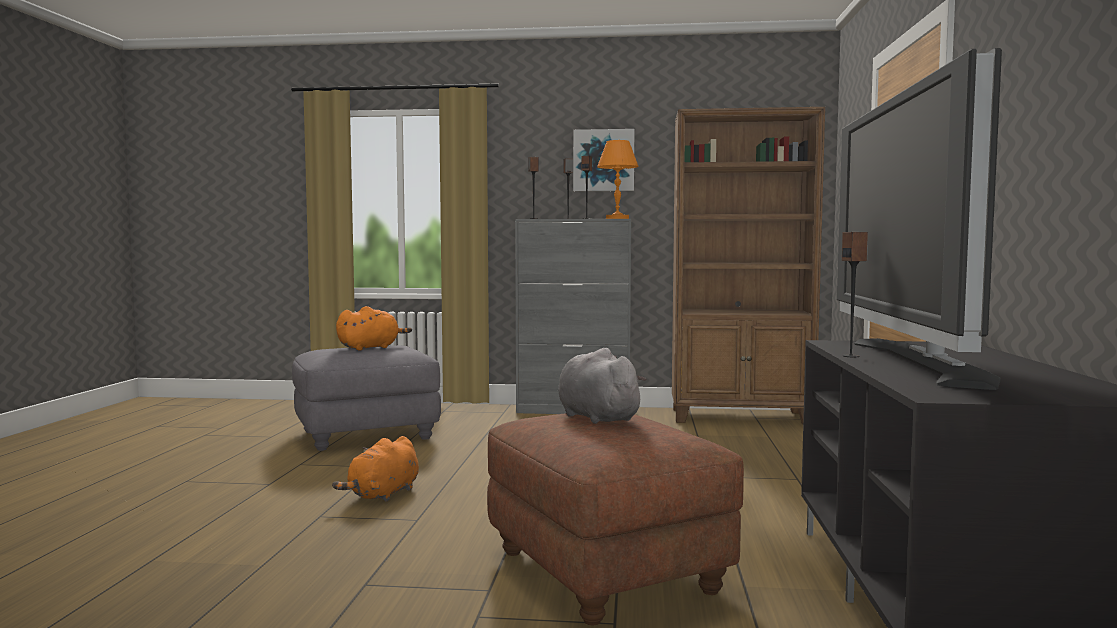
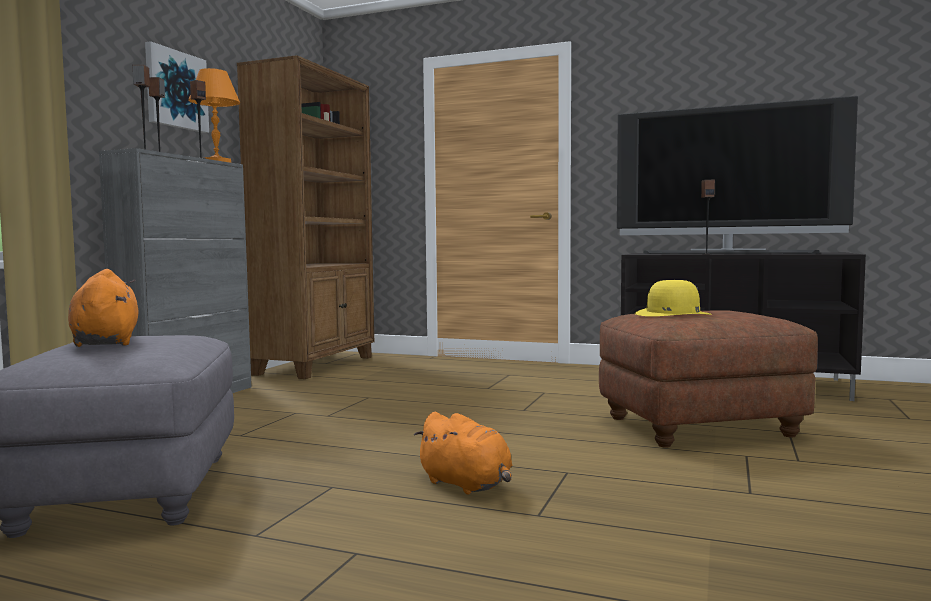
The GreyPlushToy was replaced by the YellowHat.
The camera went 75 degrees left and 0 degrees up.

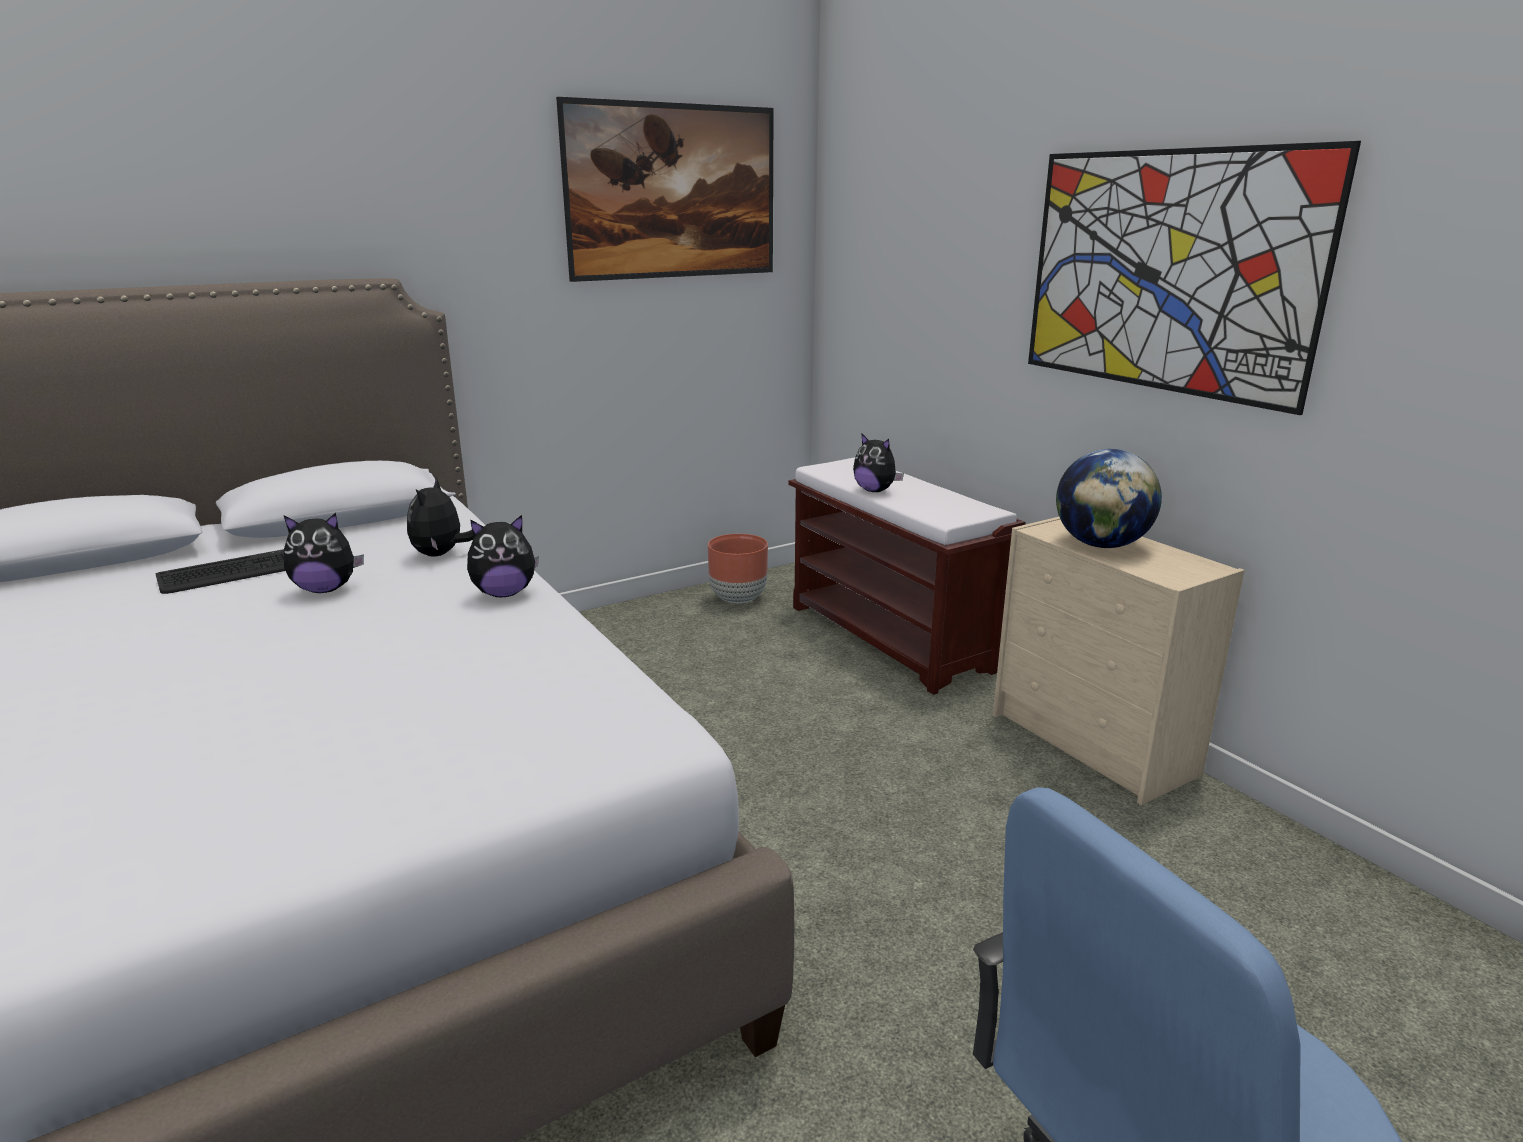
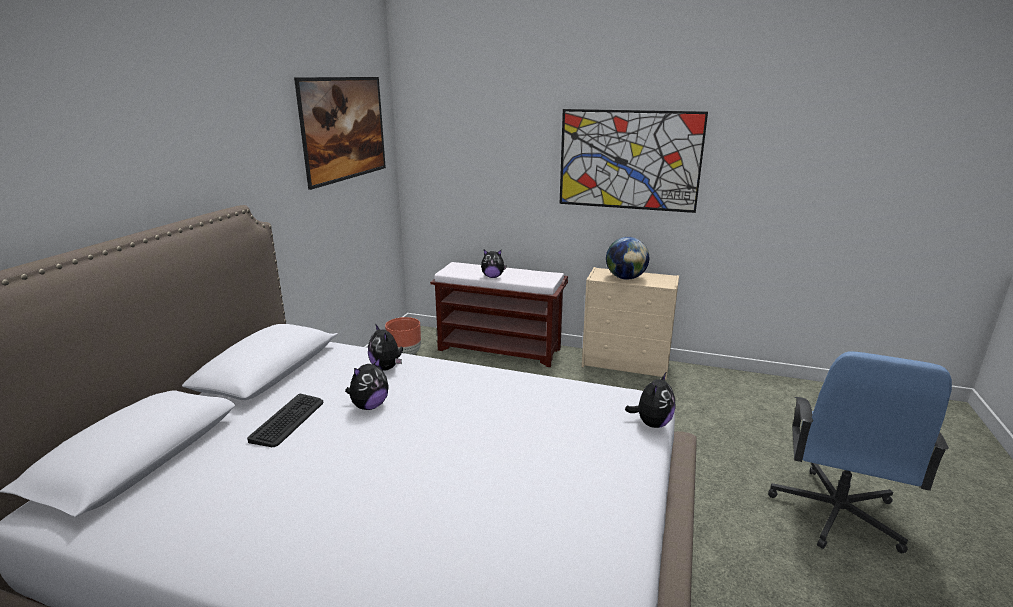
The PlushToy (no. 3 from left in the first image) moved.
The camera went 40 degrees left and 0 degrees up.

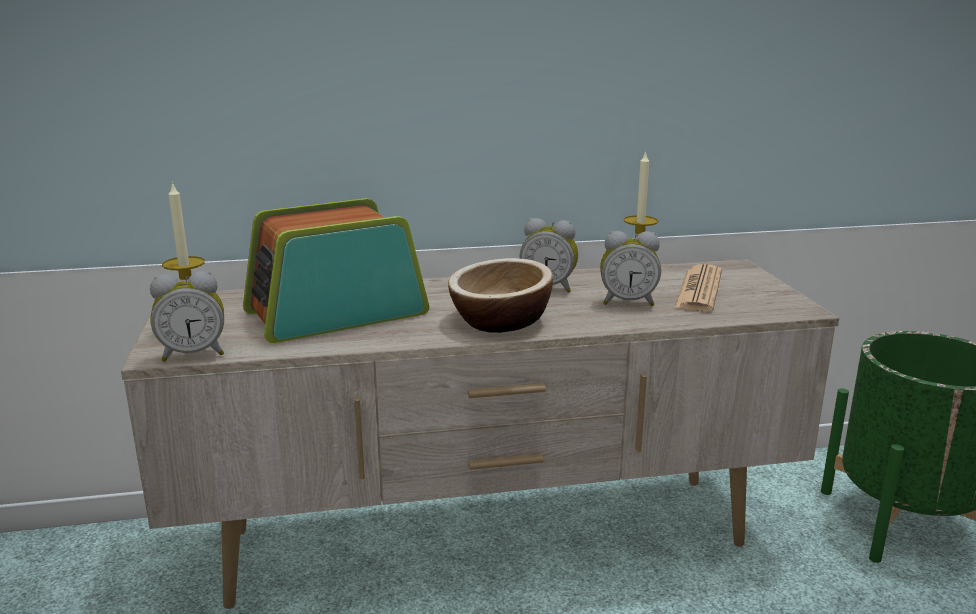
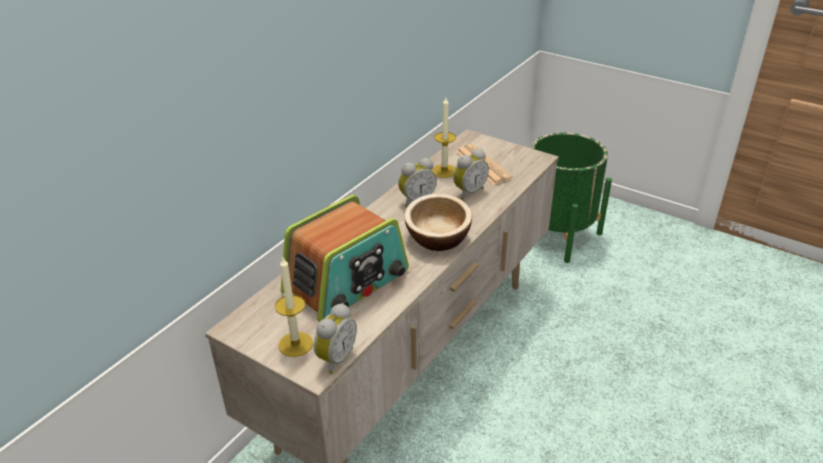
The Radio turned 150 degrees counterclockwise.
The camera went 45 degrees left and 15 degrees up.

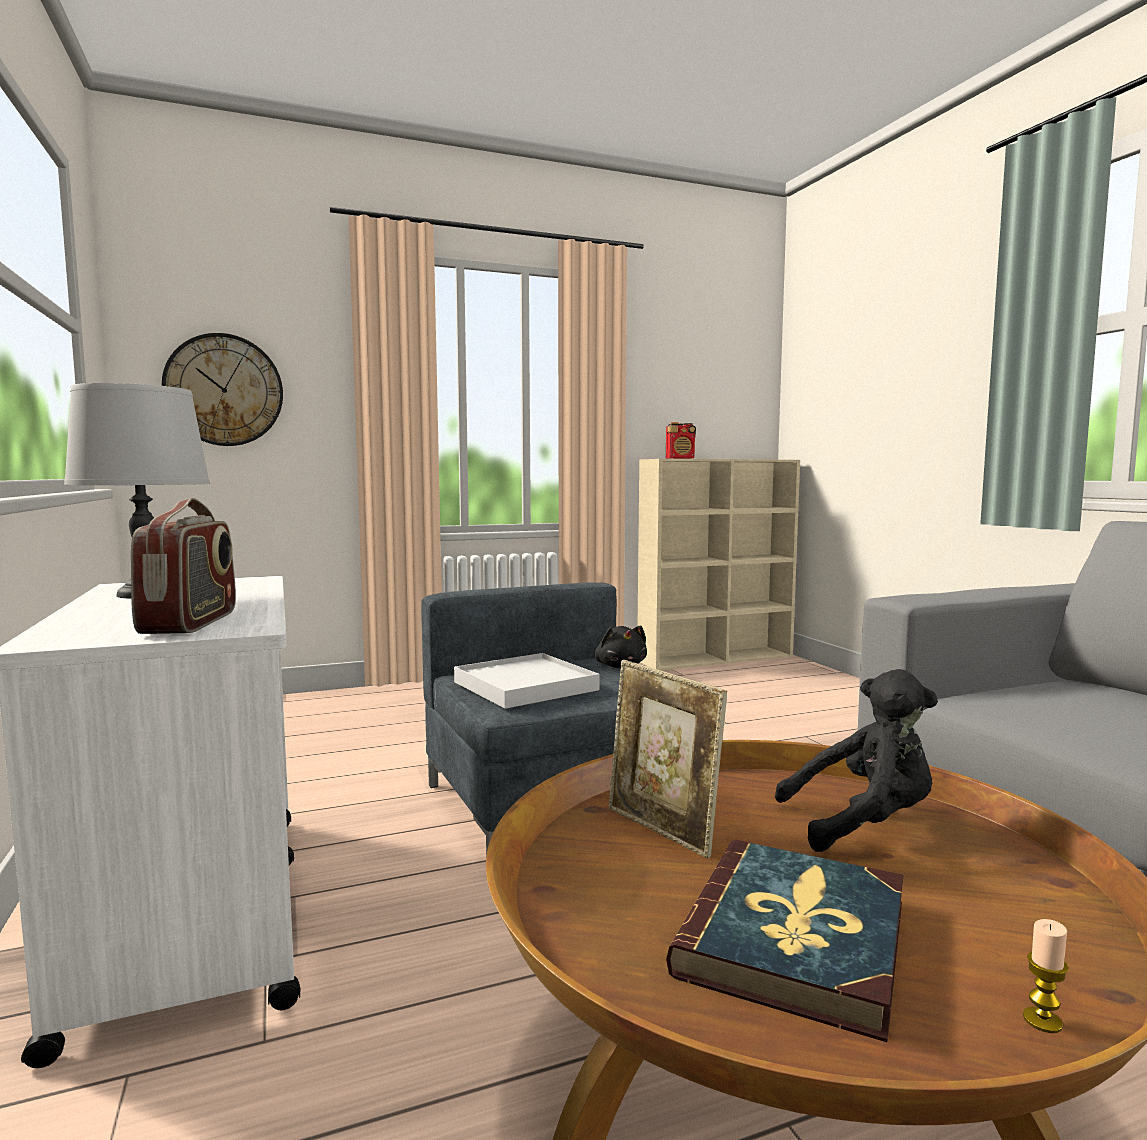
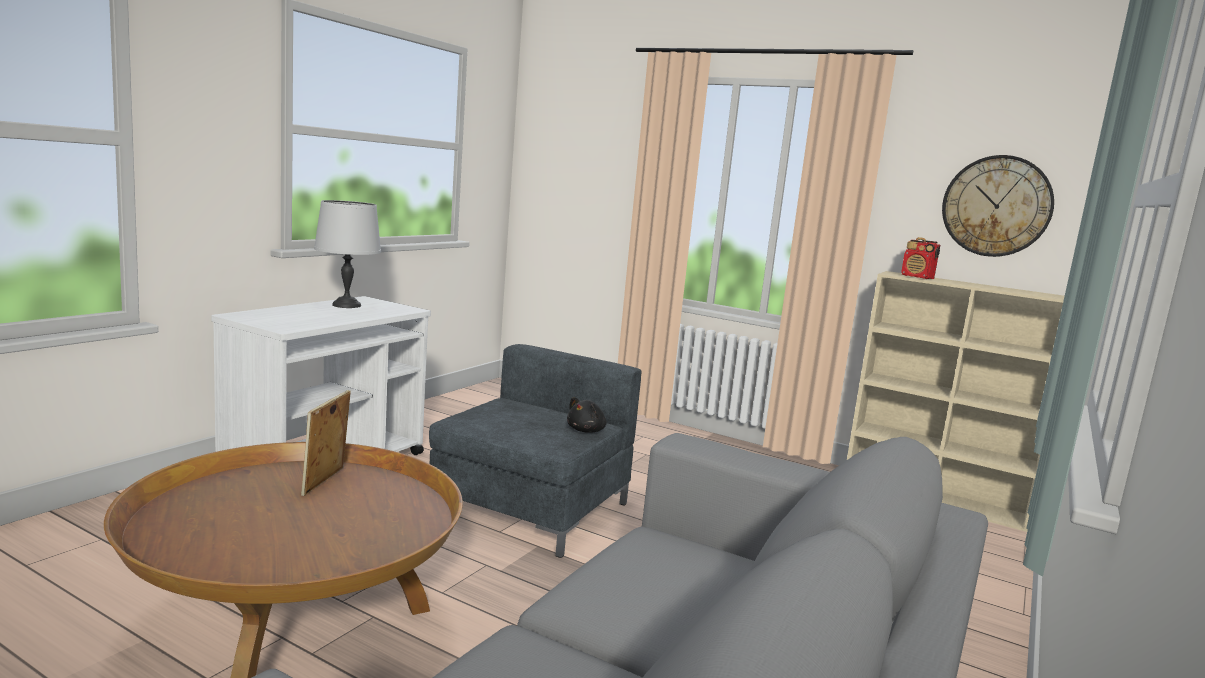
The Radio (no. 1 from left) disappeared.
The WhiteTray disappeared.
The Book disappeared.
The BlackPlushToy (no. 2 from left) disappeared.
The Candle disappeared.
The WallClock moved.
The camera went 50 degrees right and 5 degrees up.

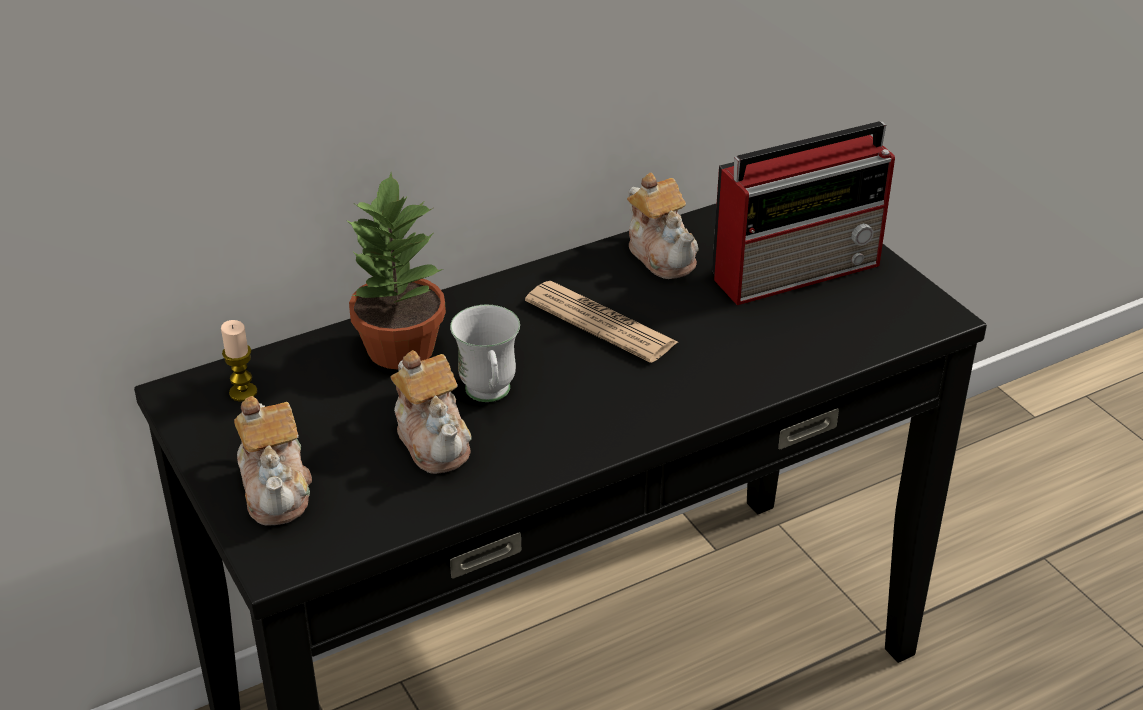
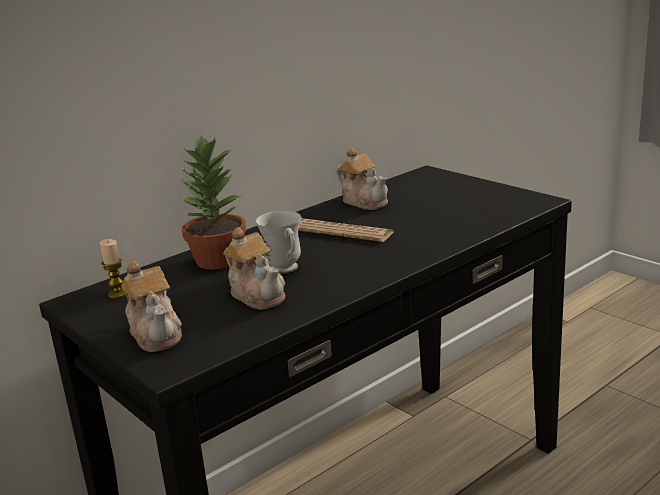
The Radio disappeared.
The camera went 10 degrees left and 15 degrees down.

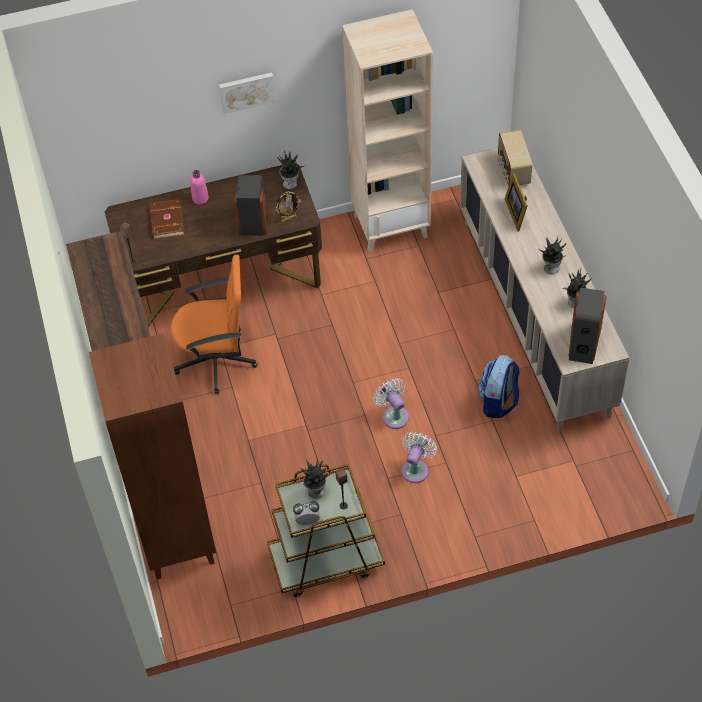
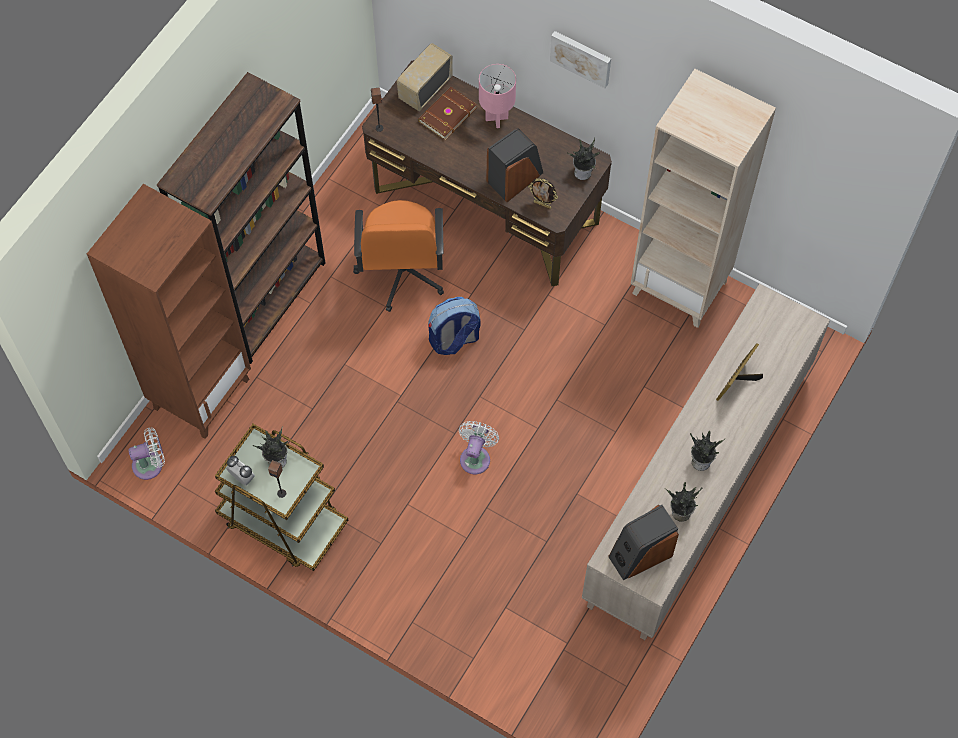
The WhiteFan (no. 2 from left in the first image) moved.
The Backpack moved.
The Radio moved.
The PinkBottle was replaced by the PinkTableLamp.
The OrangeOfficeChair turned 45 degrees clockwise.
The camera went 45 degrees right and 10 degrees up.

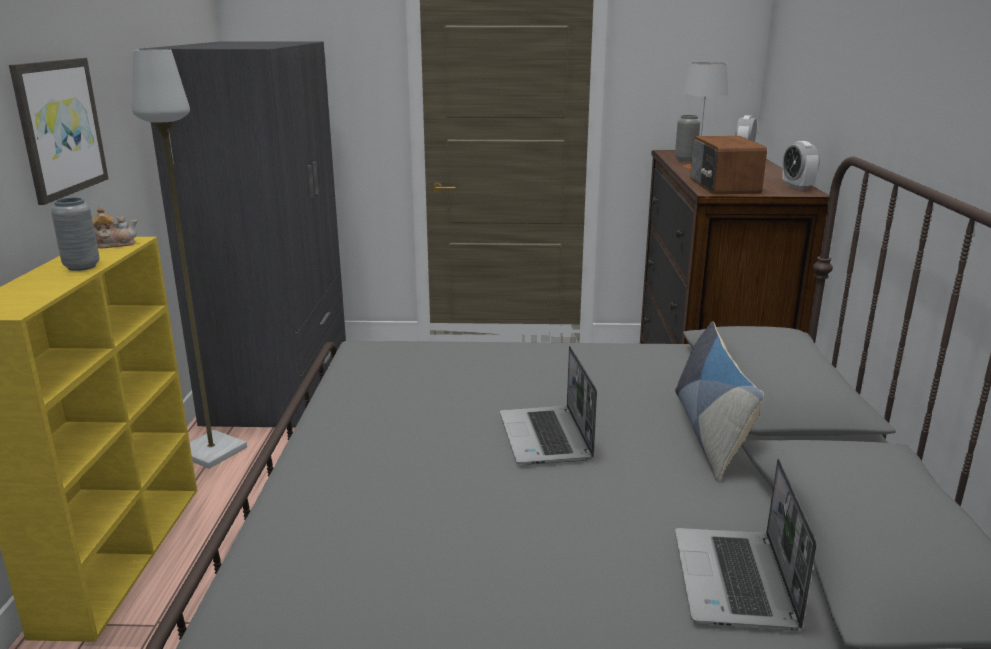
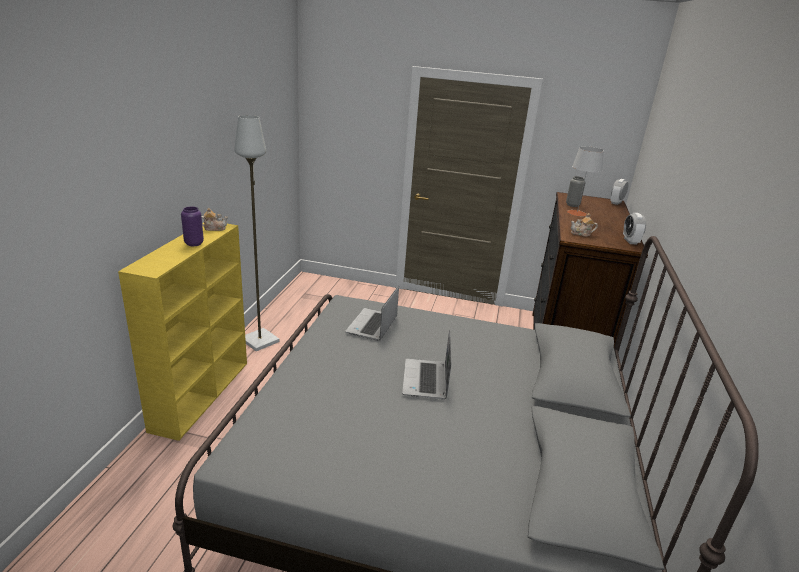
The Picture disappeared.
The GreyWardrobe disappeared.
The Pillow disappeared.
The Laptop (no. 2 from left in the first image) moved.
The Radio was replaced by the Teapot (no. 2 from left).
The GreyVase (no. 1 from left) became the PurpleVase.
The camera went 10 degrees right and 5 degrees up.

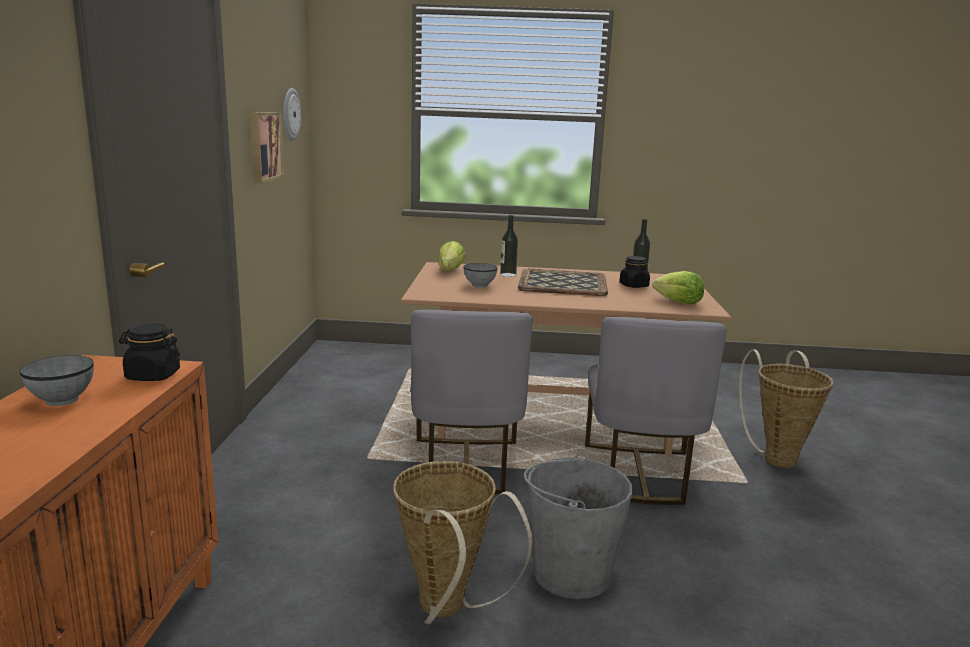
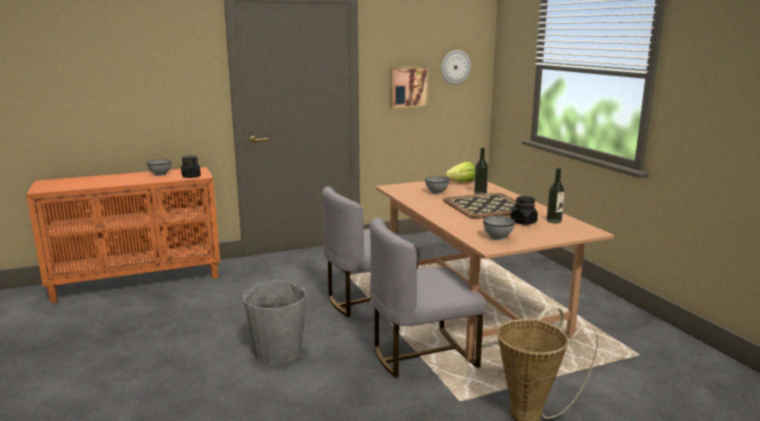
The Basket (no. 1 from left) disappeared.
The Lettuce (no. 2 from left) was replaced by the GreyBowl (no. 3 from left).
The camera went 65 degrees right and 0 degrees up.

